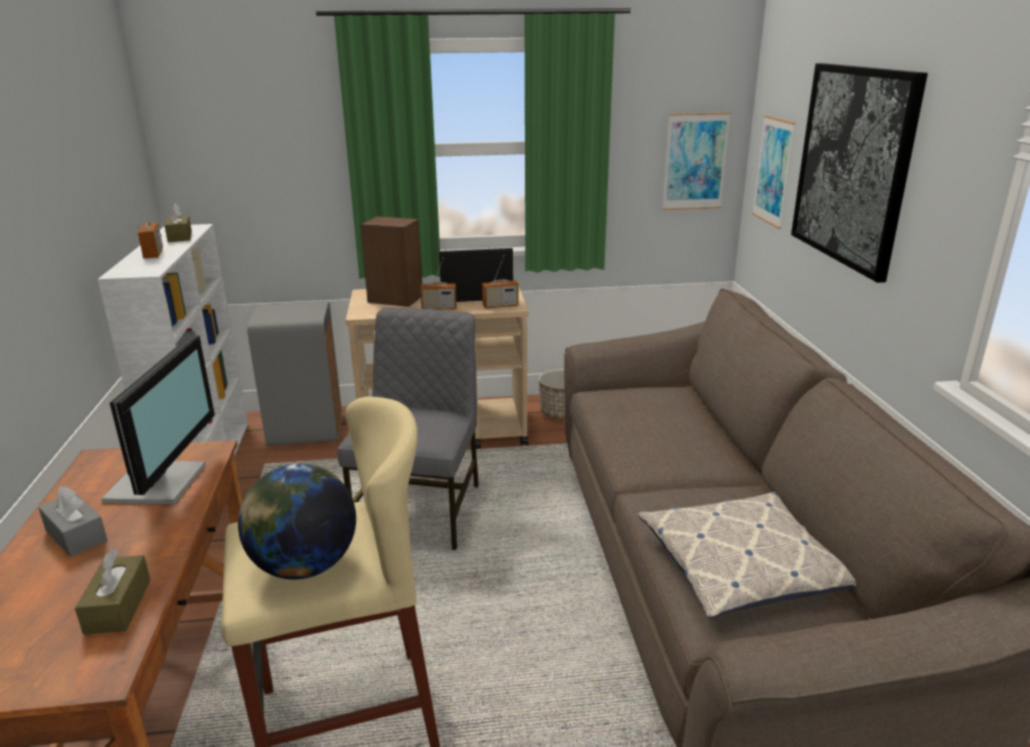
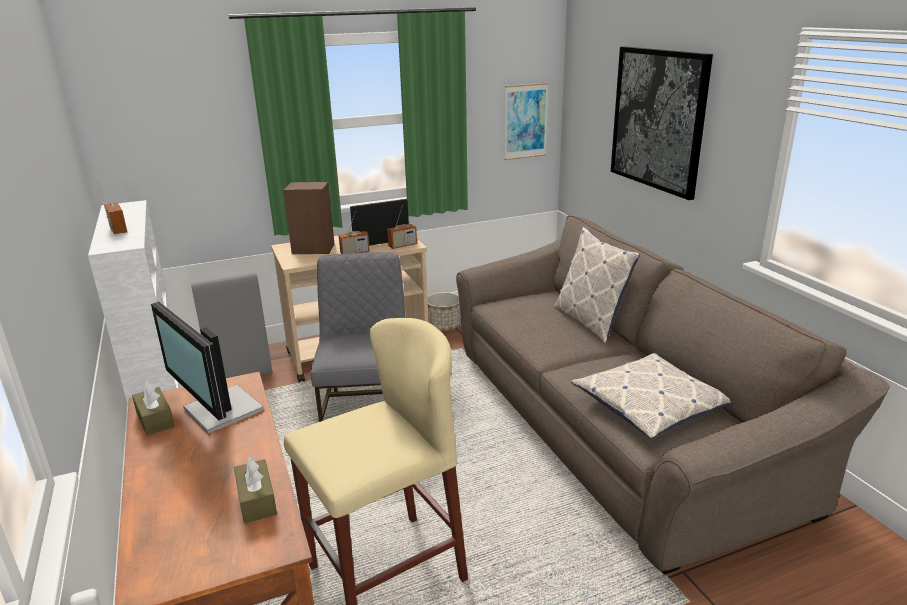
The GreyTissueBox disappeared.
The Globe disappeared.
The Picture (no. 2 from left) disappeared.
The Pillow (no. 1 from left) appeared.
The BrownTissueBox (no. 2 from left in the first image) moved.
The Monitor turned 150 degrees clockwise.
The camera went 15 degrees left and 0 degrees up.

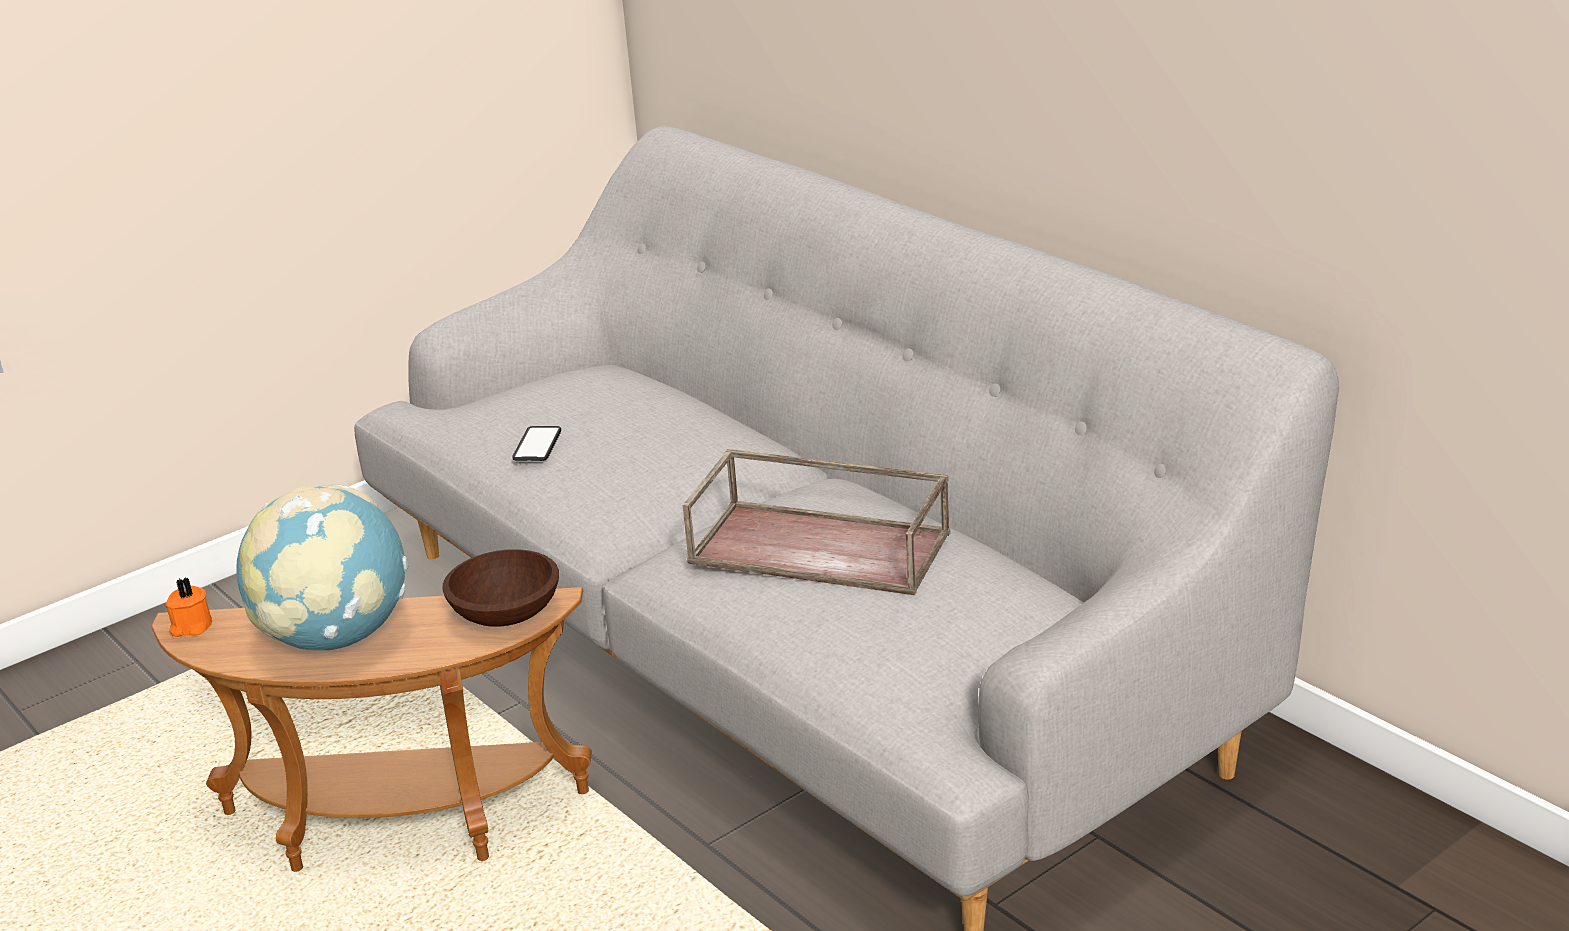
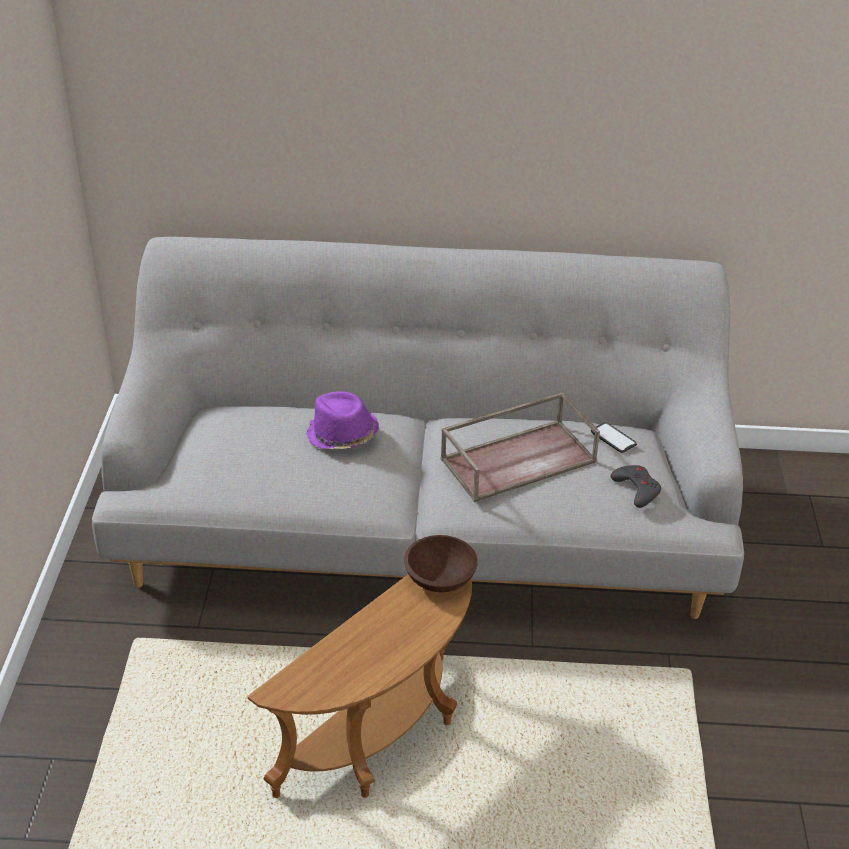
The OrangeCandle disappeared.
The Globe disappeared.
The PurpleHat appeared.
The GreyGameController appeared.
The Phone moved.
The camera went 50 degrees left and 10 degrees up.

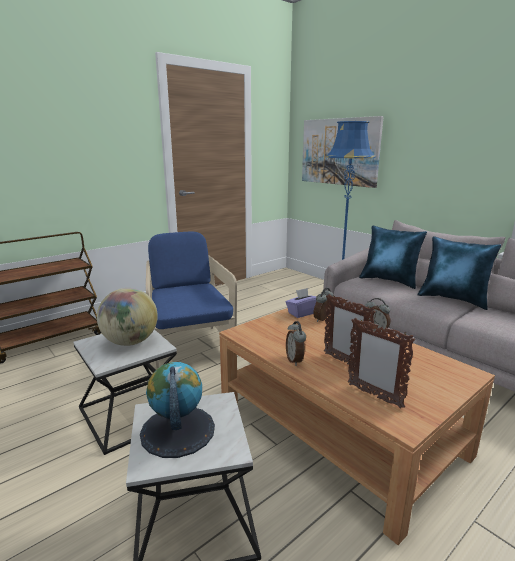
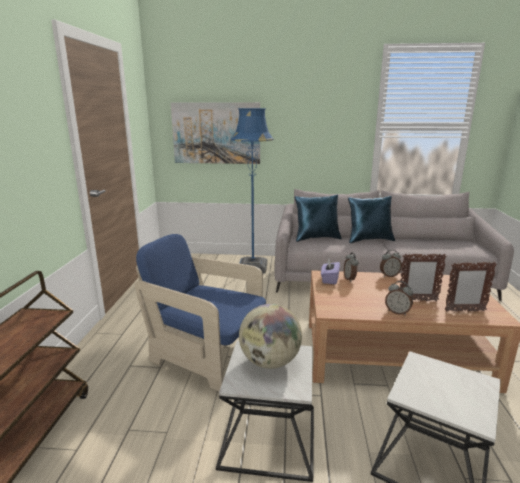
The Globe (no. 2 from left) disappeared.
The camera went 45 degrees left and 0 degrees up.

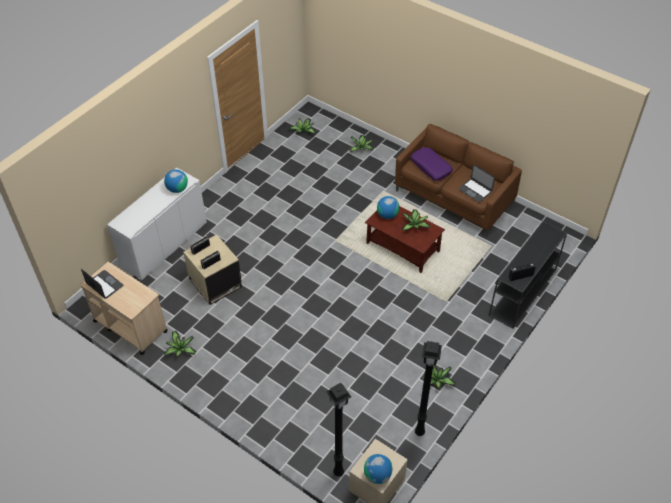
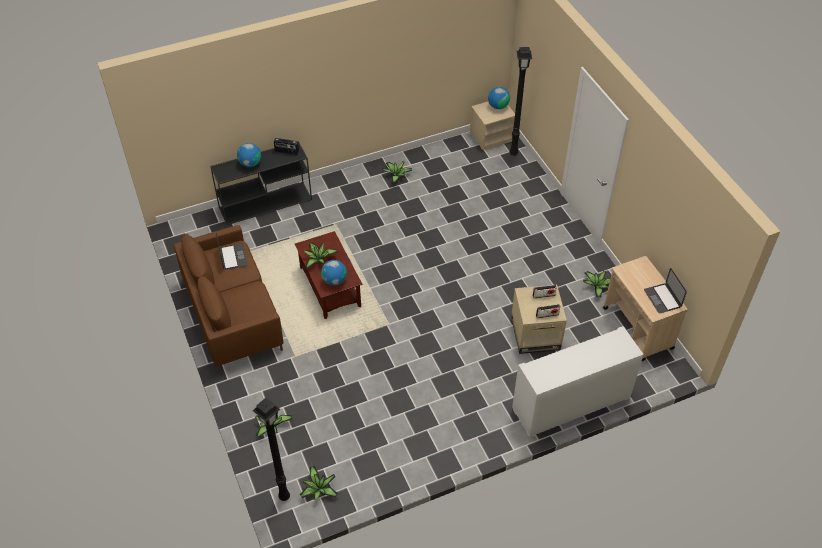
The PurplePillow disappeared.
The Globe (no. 1 from left) moved.
The BlackFloorLamp (no. 2 from left in the first image) moved.
The camera went 150 degrees left and 0 degrees up.

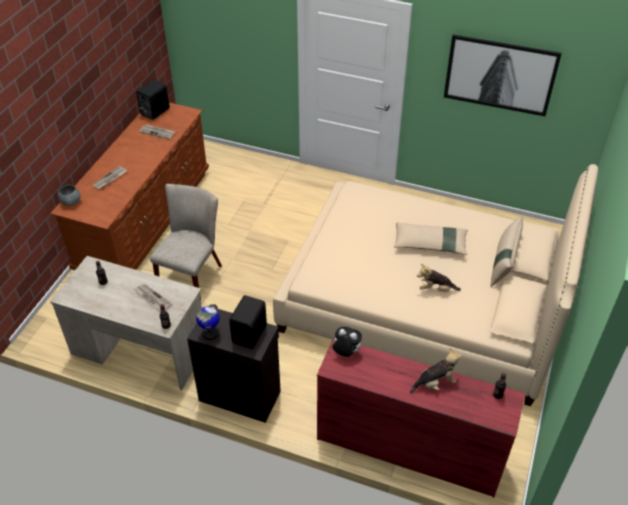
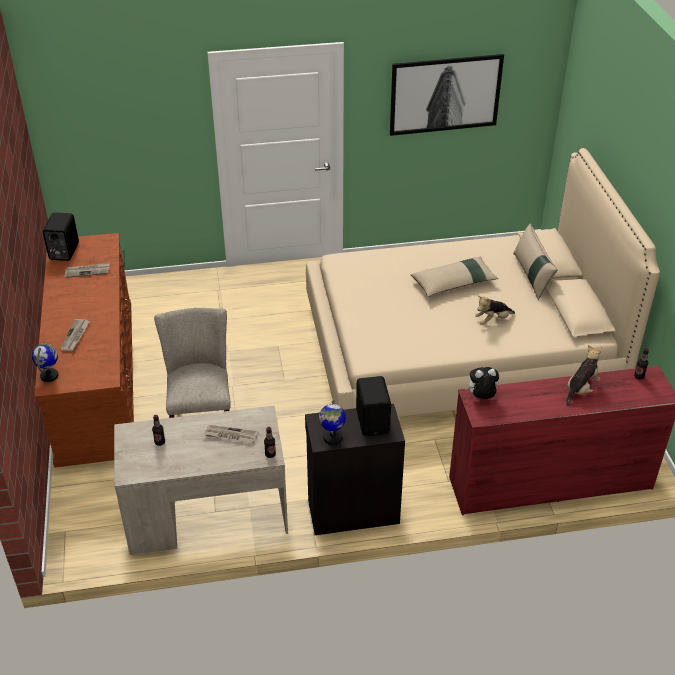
The GreyBowl was replaced by the Globe (no. 1 from left).
The camera went 30 degrees left and 5 degrees down.

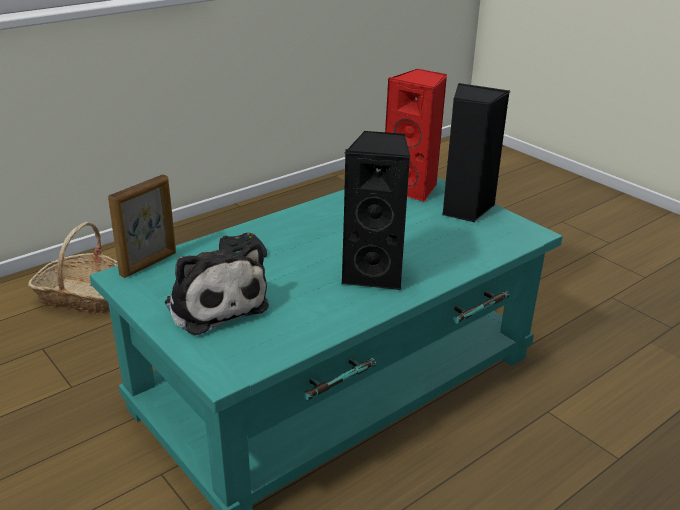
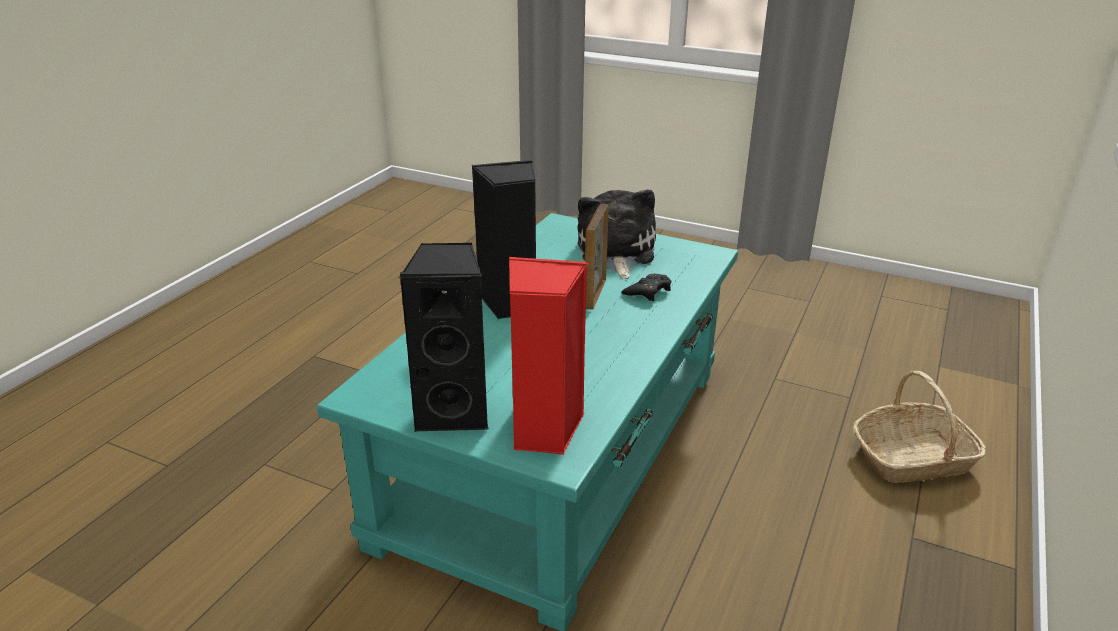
The PictureFrame moved.
The PlushToy turned 60 degrees clockwise.
The camera went 155 degrees right and 0 degrees up.

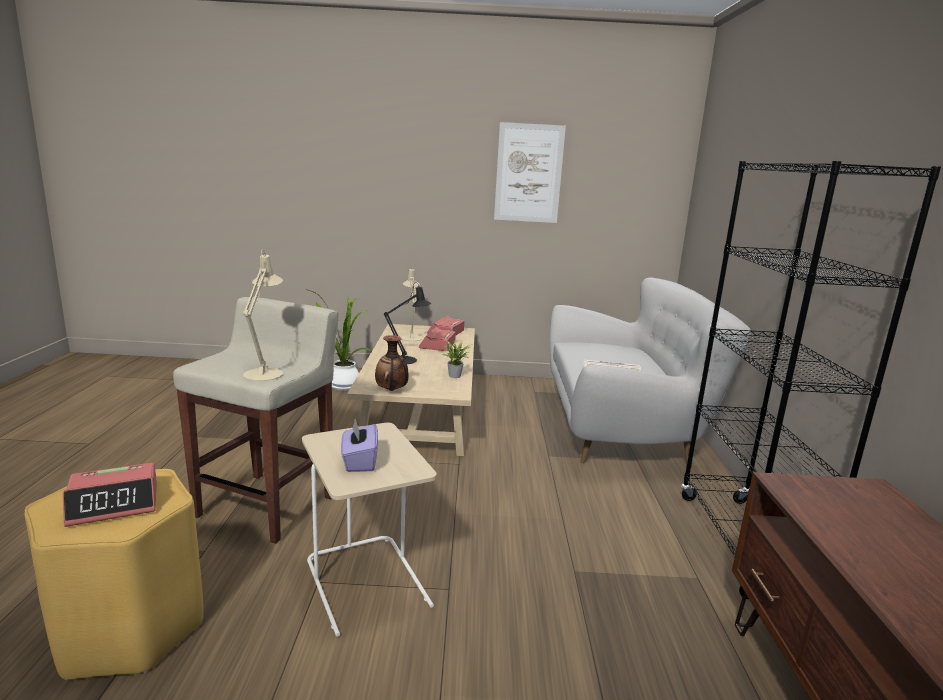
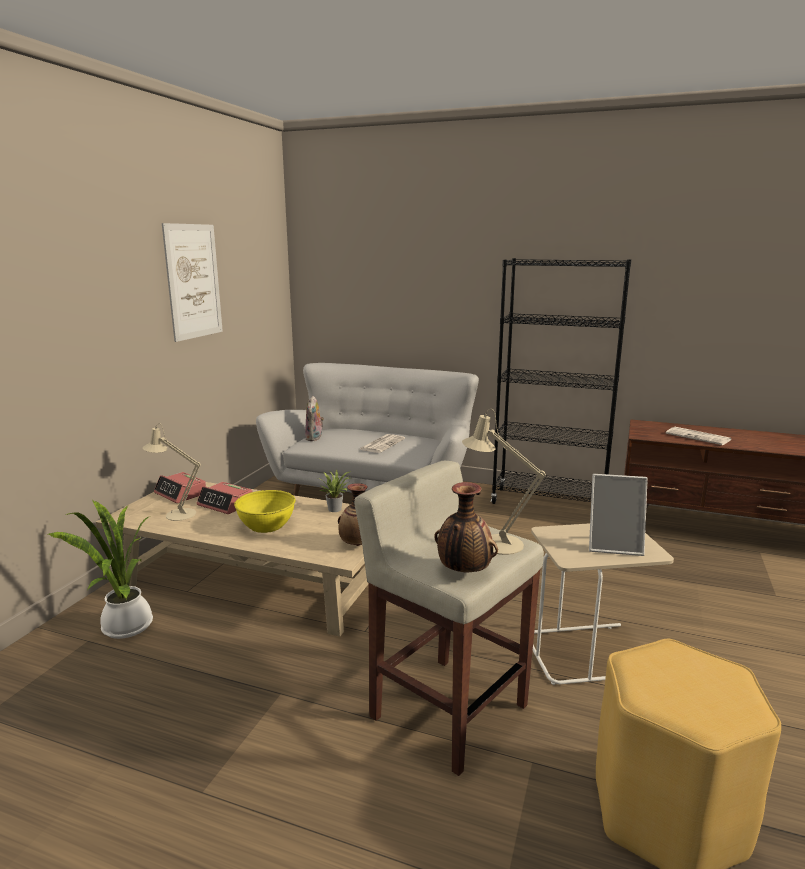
The AlarmClock (no. 1 from left) disappeared.
The PlushToy appeared.
The Vase (no. 2 from left) appeared.
The Newspaper (no. 2 from left) appeared.
The PurpleTissueBox was replaced by the PictureFrame.
The BlackTableLamp was replaced by the YellowBowl.
The camera went 70 degrees left and 0 degrees up.

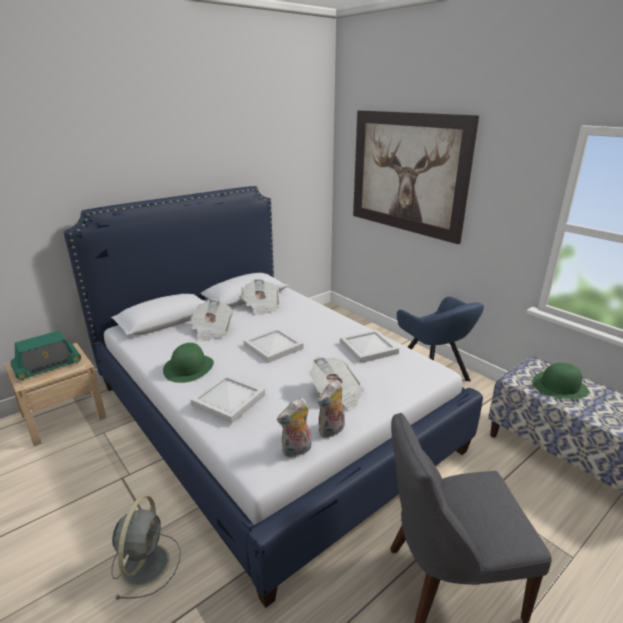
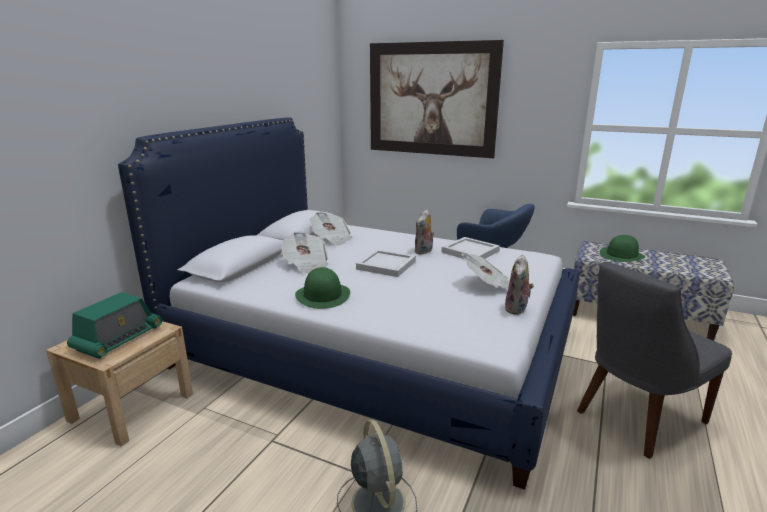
The WhiteTray (no. 1 from left) disappeared.
The PlushToy (no. 1 from left) moved.
The camera went 25 degrees left and 5 degrees down.

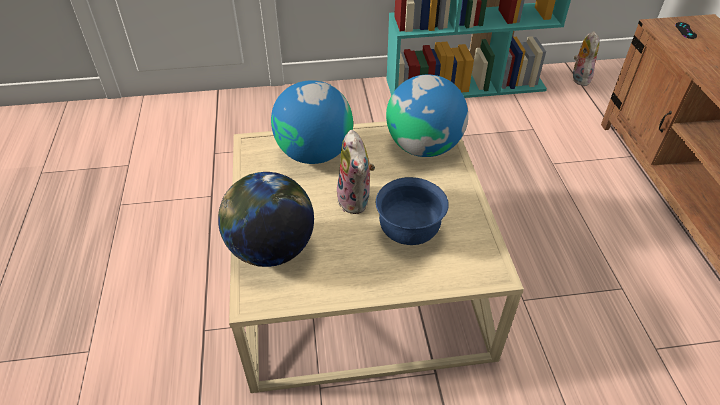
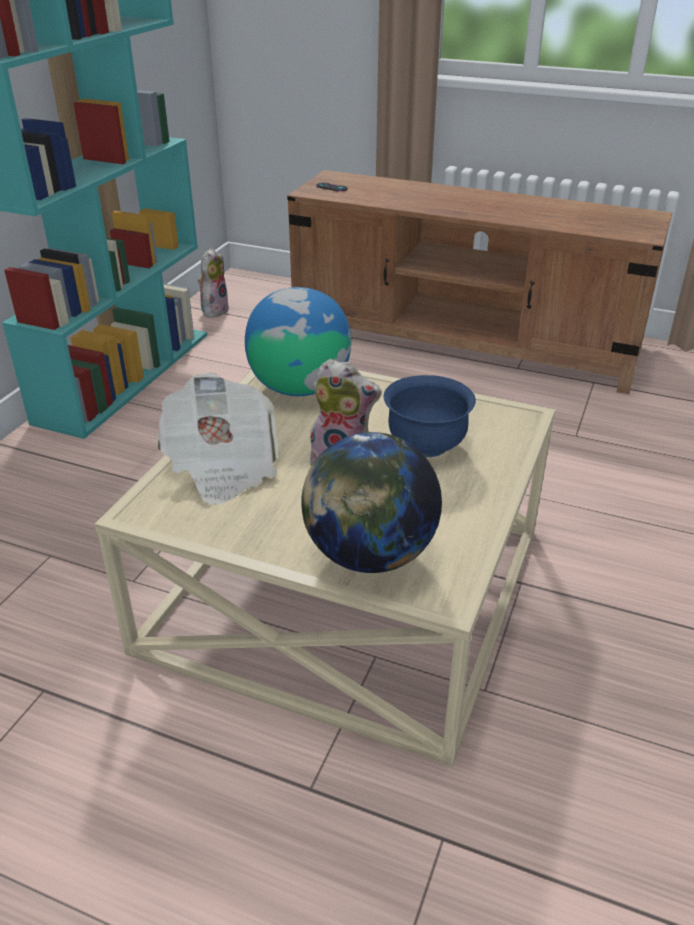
The Globe (no. 2 from left) was replaced by the Newspaper.
The PlushToy (no. 2 from left in the first image) turned 75 degrees clockwise.
The camera went 60 degrees left and 10 degrees down.

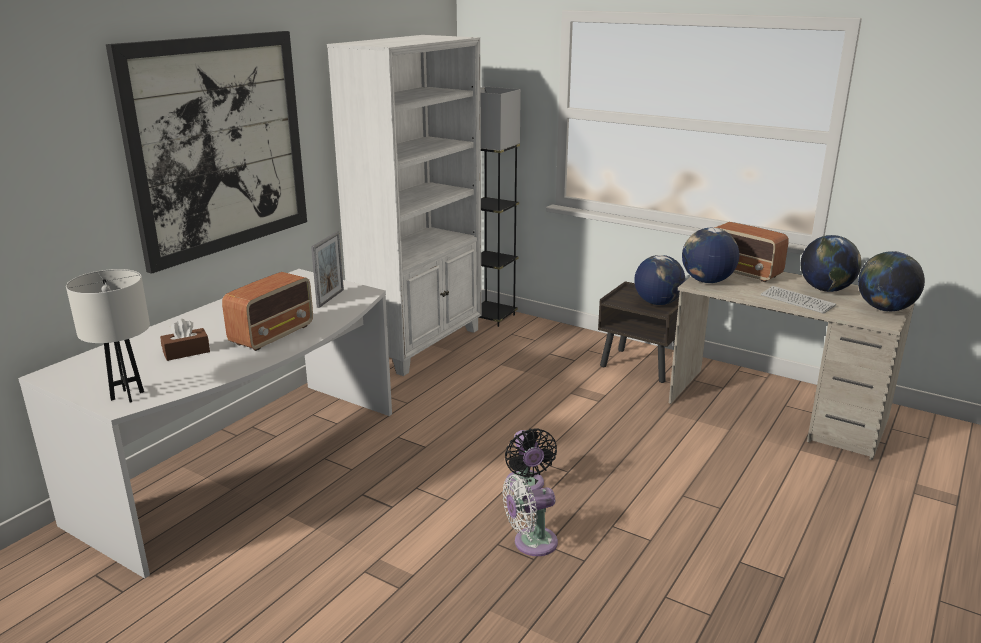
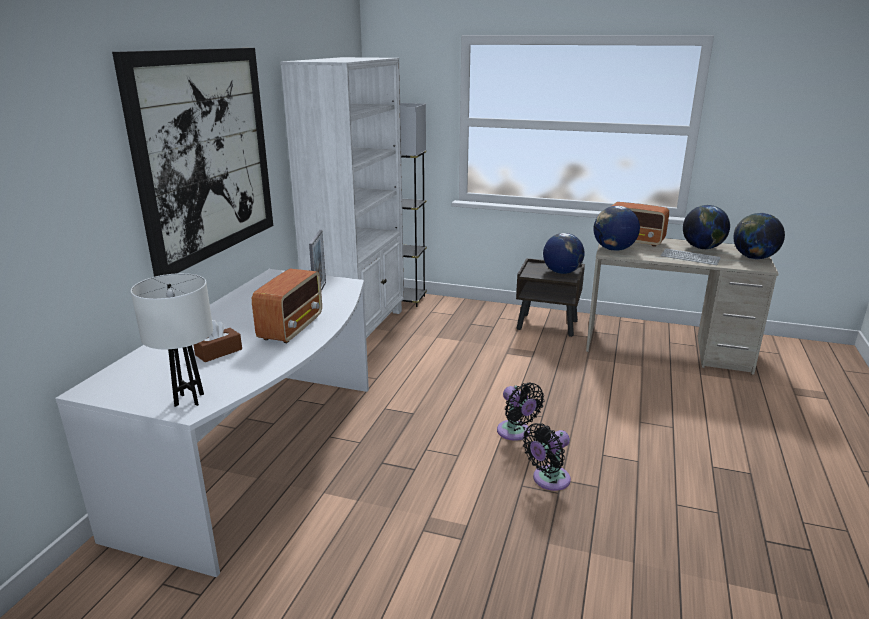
The WhiteFan became the BlackFan (no. 2 from left).
The camera went 15 degrees left and 0 degrees up.

